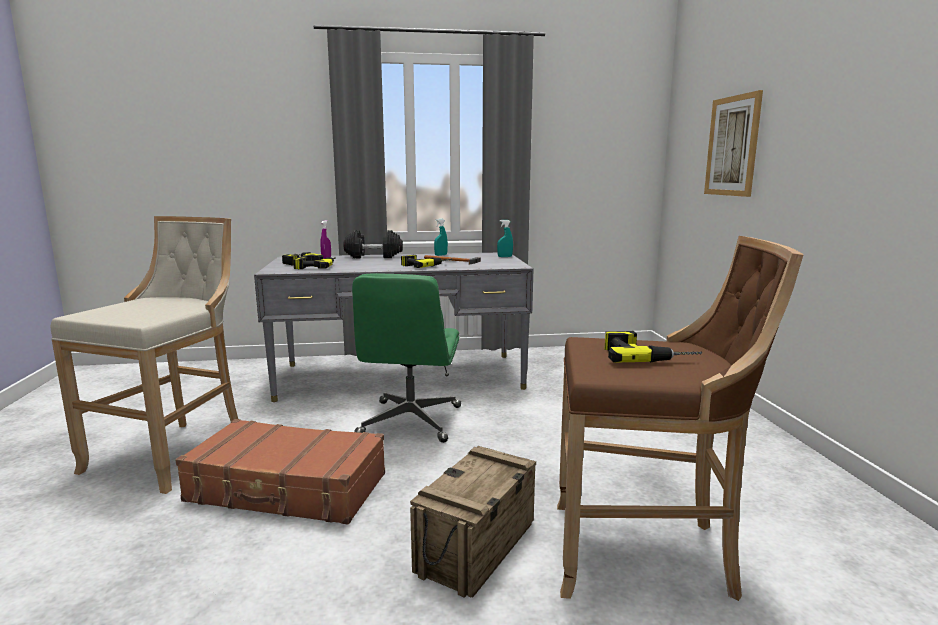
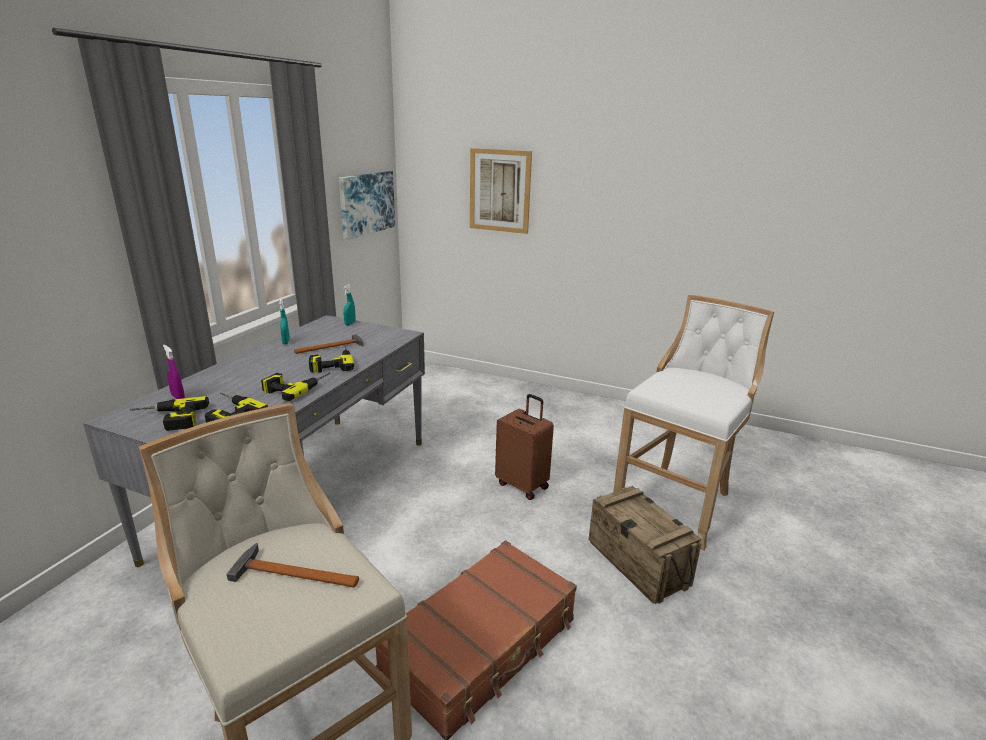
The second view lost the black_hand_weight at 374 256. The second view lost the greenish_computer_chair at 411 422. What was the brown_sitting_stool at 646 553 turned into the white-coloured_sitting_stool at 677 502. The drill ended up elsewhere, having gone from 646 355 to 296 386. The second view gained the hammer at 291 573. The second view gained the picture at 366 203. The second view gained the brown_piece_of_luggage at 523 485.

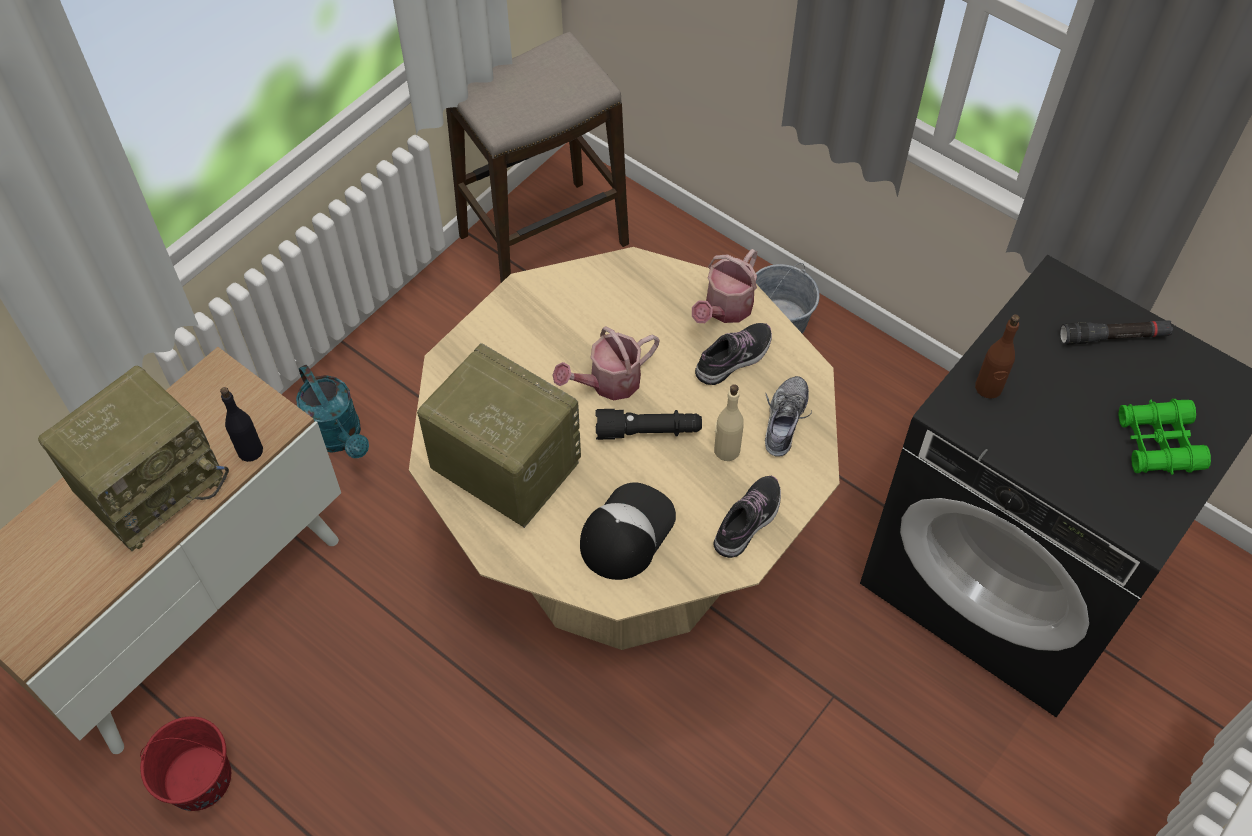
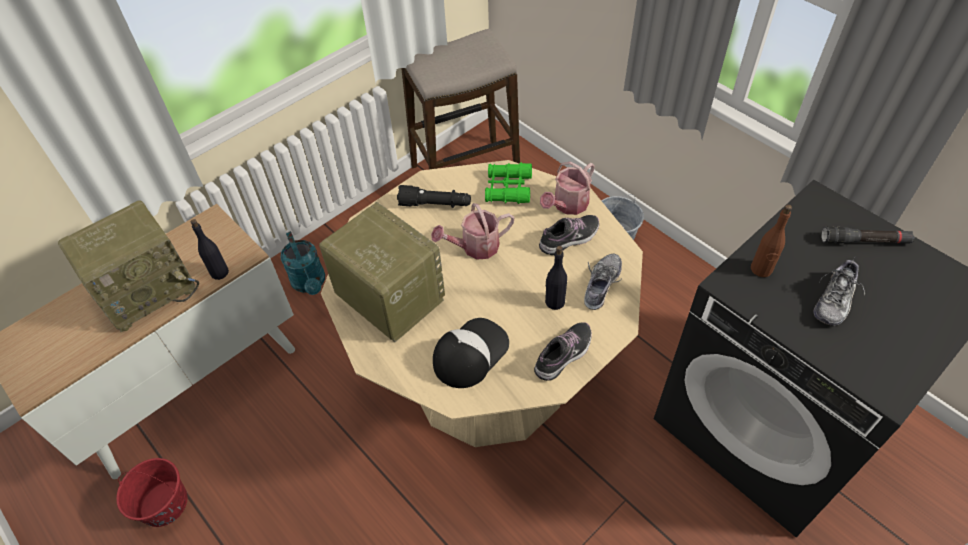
The black_hand_torch ended up elsewhere, having gone from 648 431 to 435 204. What was the beige-coloured_bottle at 726 450 turned into the black_bottle at 554 302. The greenish_binoculars ended up elsewhere, having gone from 1158 443 to 508 188. The second view gained the low_shoe at 834 300.

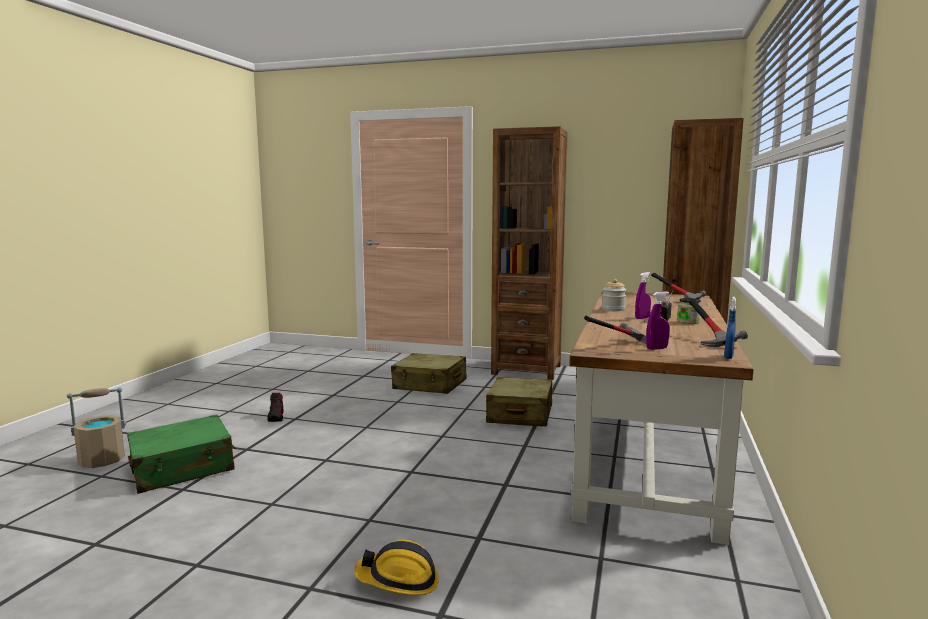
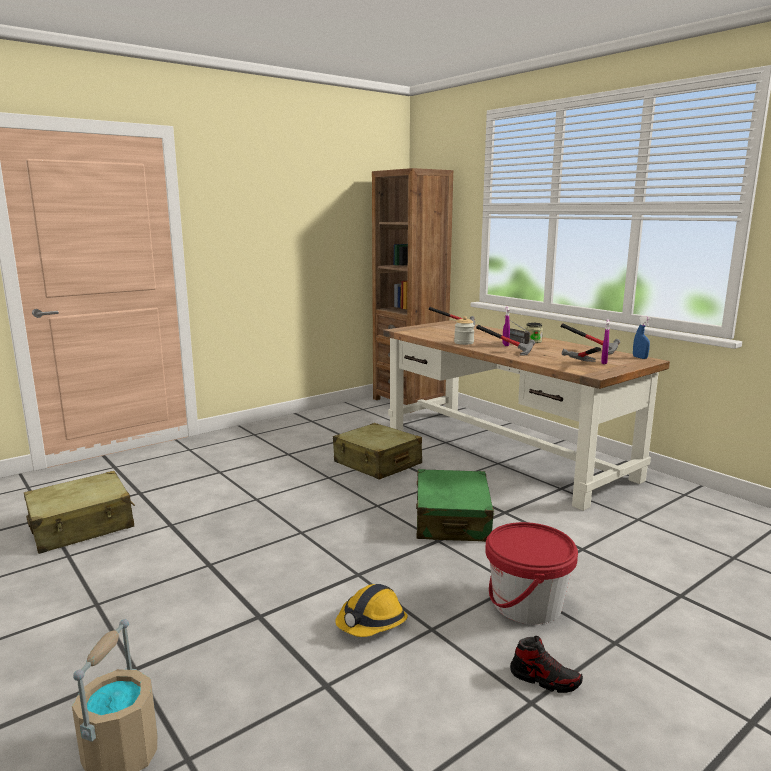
The greenish_piece_of_luggage ended up elsewhere, having gone from 183 468 to 452 520. The low_shoe ended up elsewhere, having gone from 276 417 to 545 679. The work_helmet ended up elsewhere, having gone from 398 580 to 372 623. The beige-coloured_piece_of_luggage ended up elsewhere, having gone from 430 385 to 82 526. The second view lost the brown_bookcase at 526 370. The second view gained the hammer at 507 351. The second view gained the red-coloured_pail at 526 604.

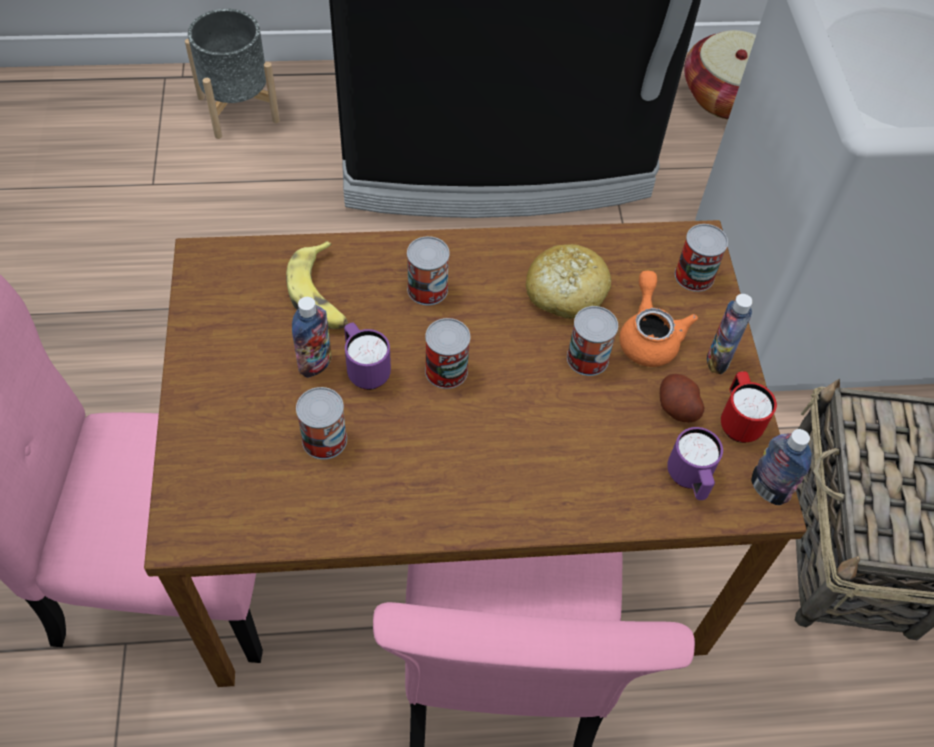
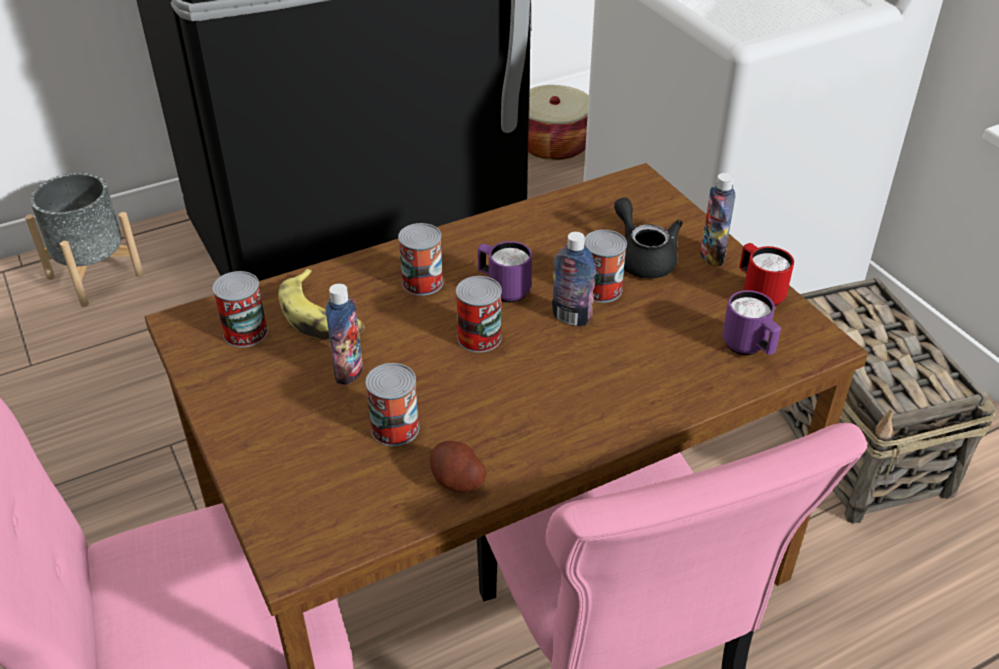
The purple_coffee_mug ended up elsewhere, having gone from 365 370 to 503 290. The second view lost the bakery_bread at 565 292. What was the orange-coloured_tea_pot at 648 336 turned into the black_tea_pot at 643 258. The spud ended up elsewhere, having gone from 677 407 to 457 480. The can ended up elsewhere, having gone from 694 275 to 245 332. The bottle ended up elsewhere, having gone from 768 489 to 571 317.

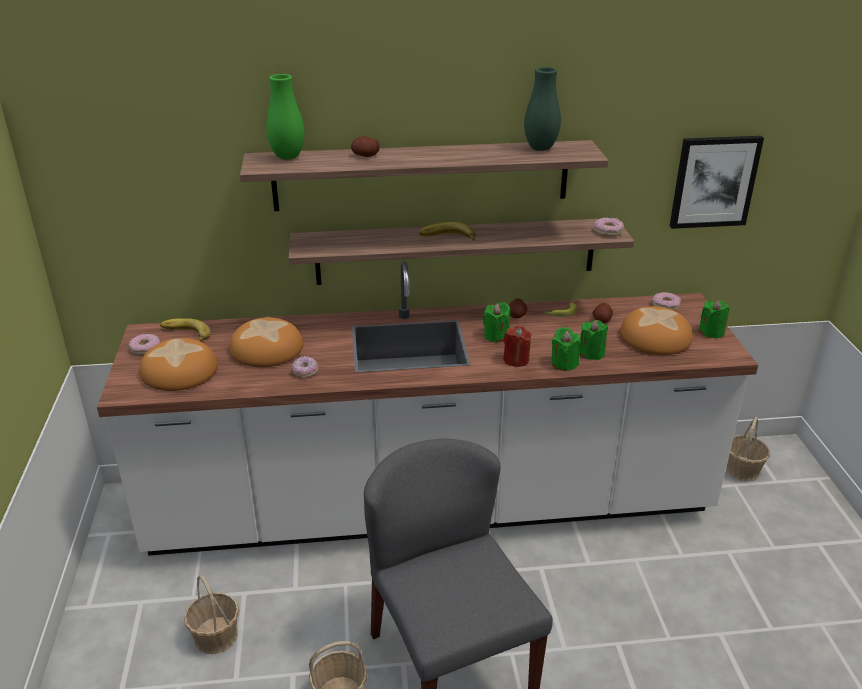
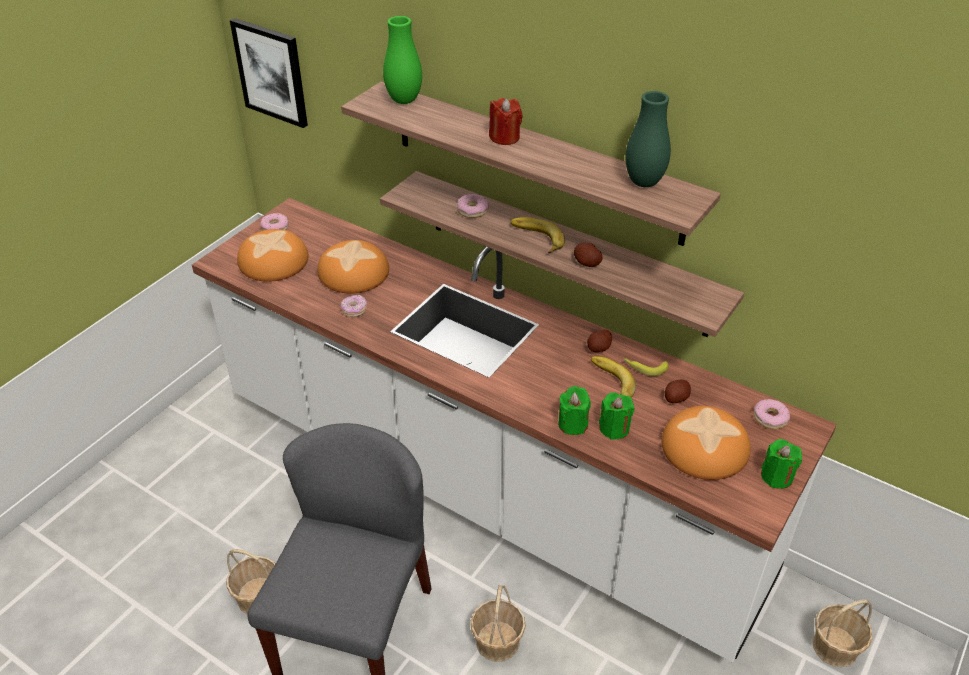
The banana_fruit ended up elsewhere, having gone from 184 335 to 608 382. The basket ended up elsewhere, having gone from 216 636 to 497 642. The spud ended up elsewhere, having gone from 365 156 to 587 263. The second view lost the greenish_candle at 496 336. The red-coloured_candle ended up elsewhere, having gone from 516 360 to 504 137. The doughnut ended up elsewhere, having gone from 608 231 to 472 210. The picture ended up elsewhere, having gone from 714 181 to 271 72.

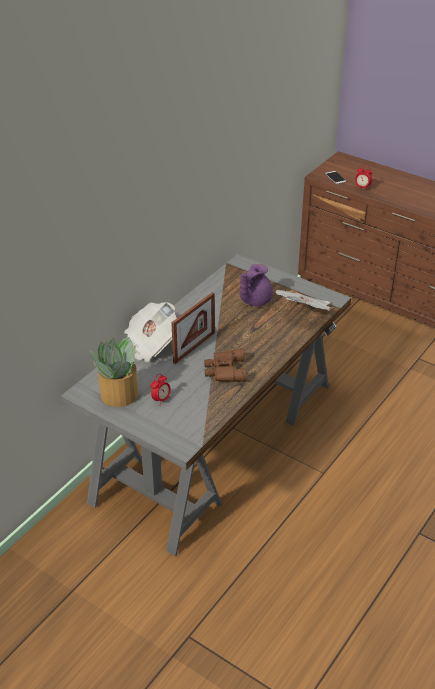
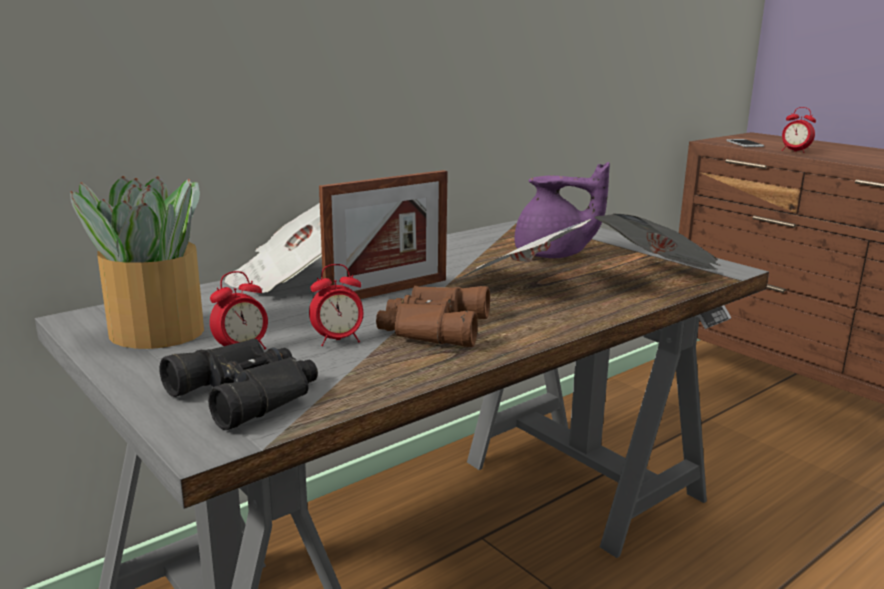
The purple_tea_pot at 254 300 ended up facing another way, 135 degrees counterclockwise from before. The second view gained the black_binoculars at 250 392. The second view gained the alarm_clock at 338 341. The second view gained the newspaper at 519 286.

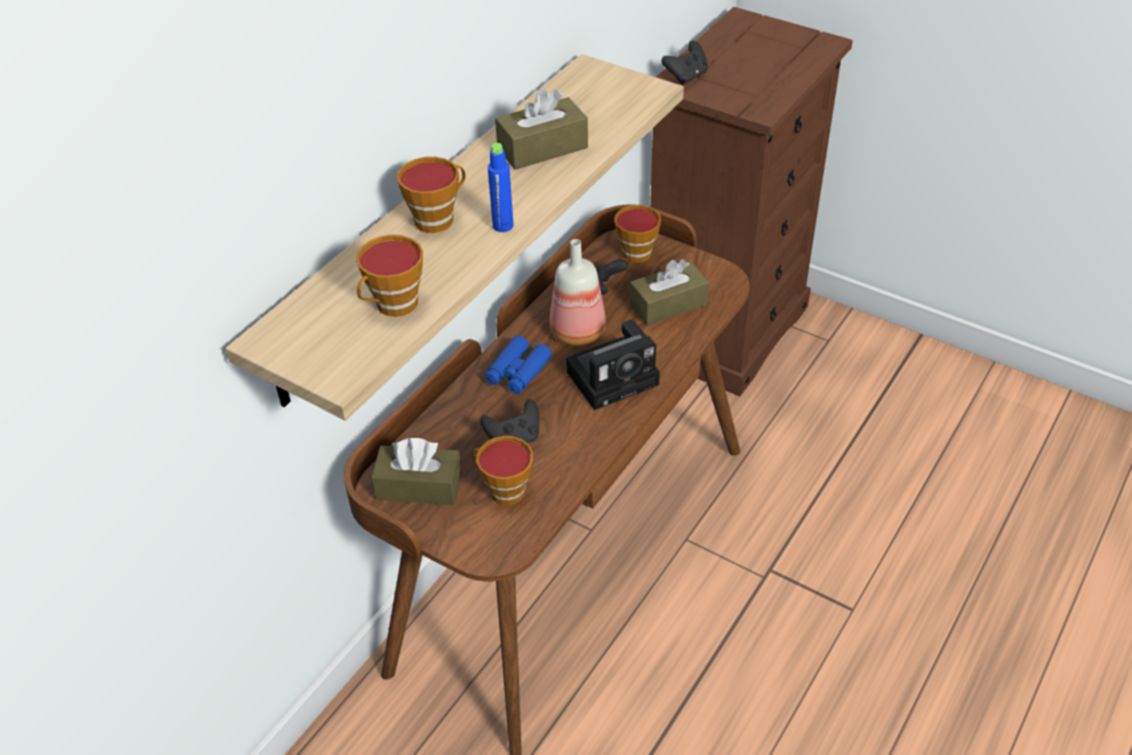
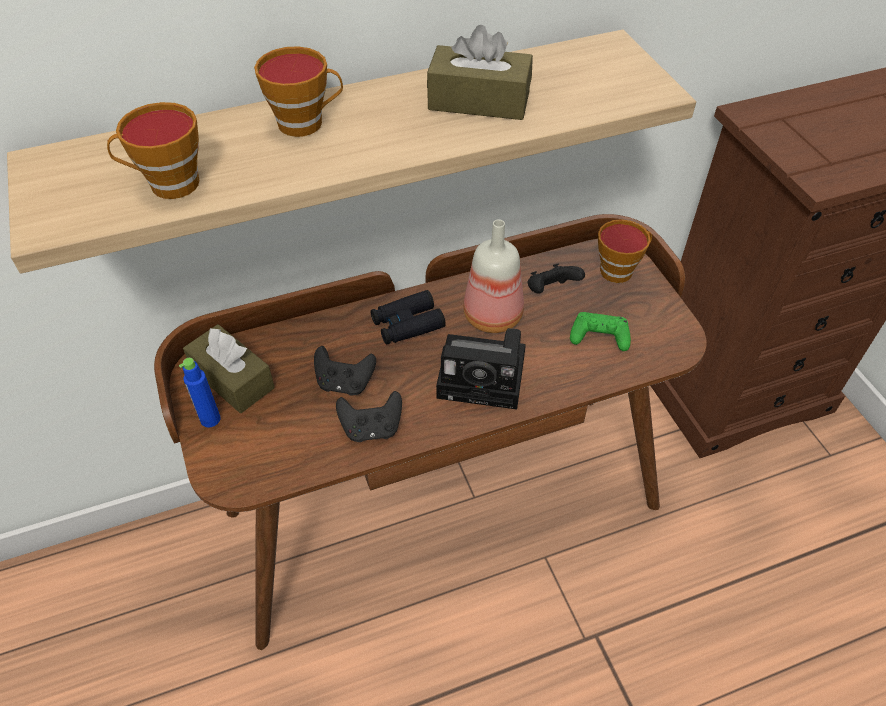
The second view lost the drinking_cup at 503 490. What was the bluish_binoculars at 518 371 turned into the black_binoculars at 407 324. The bluish_bottle ended up elsewhere, having gone from 503 226 to 210 419. Where the brown_tissue_box stood at 668 305, the greenish_game_controller came to stand at 599 336. The black_game_controller ended up elsewhere, having gone from 686 76 to 371 428.

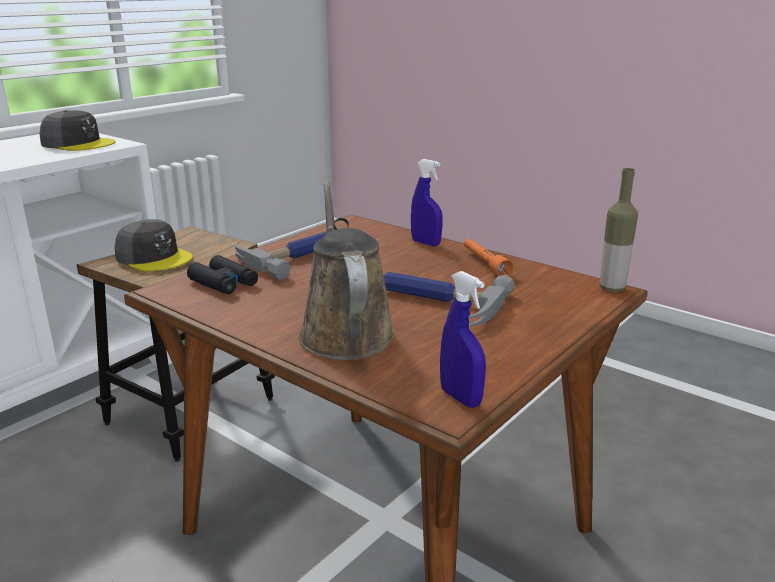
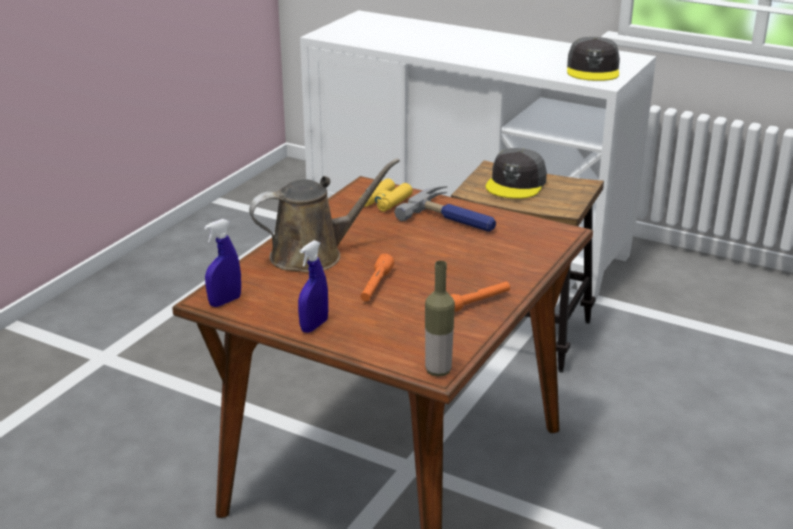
What was the black_binoculars at 224 283 turned into the yellow-coloured_binoculars at 385 202. Where the hammer stood at 439 302, the orange-coloured_hand_torch came to stand at 376 286. The bluish_sprayer ended up elsewhere, having gone from 425 243 to 314 326.

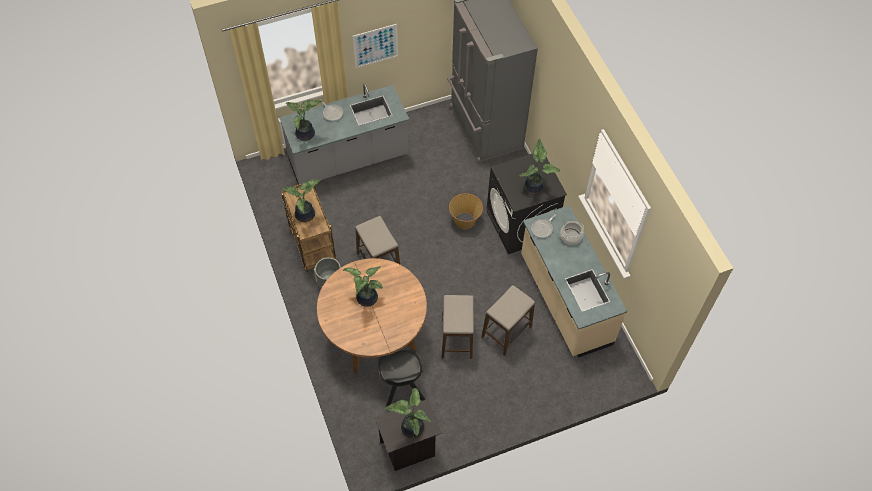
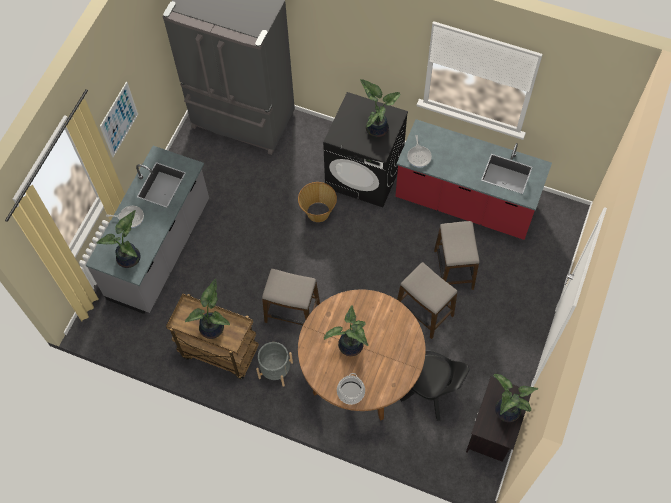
What was the beige-coloured_counter at 564 300 turned into the red-coloured_counter at 465 203. The cooking_pot ended up elsewhere, having gone from 571 236 to 350 392.

